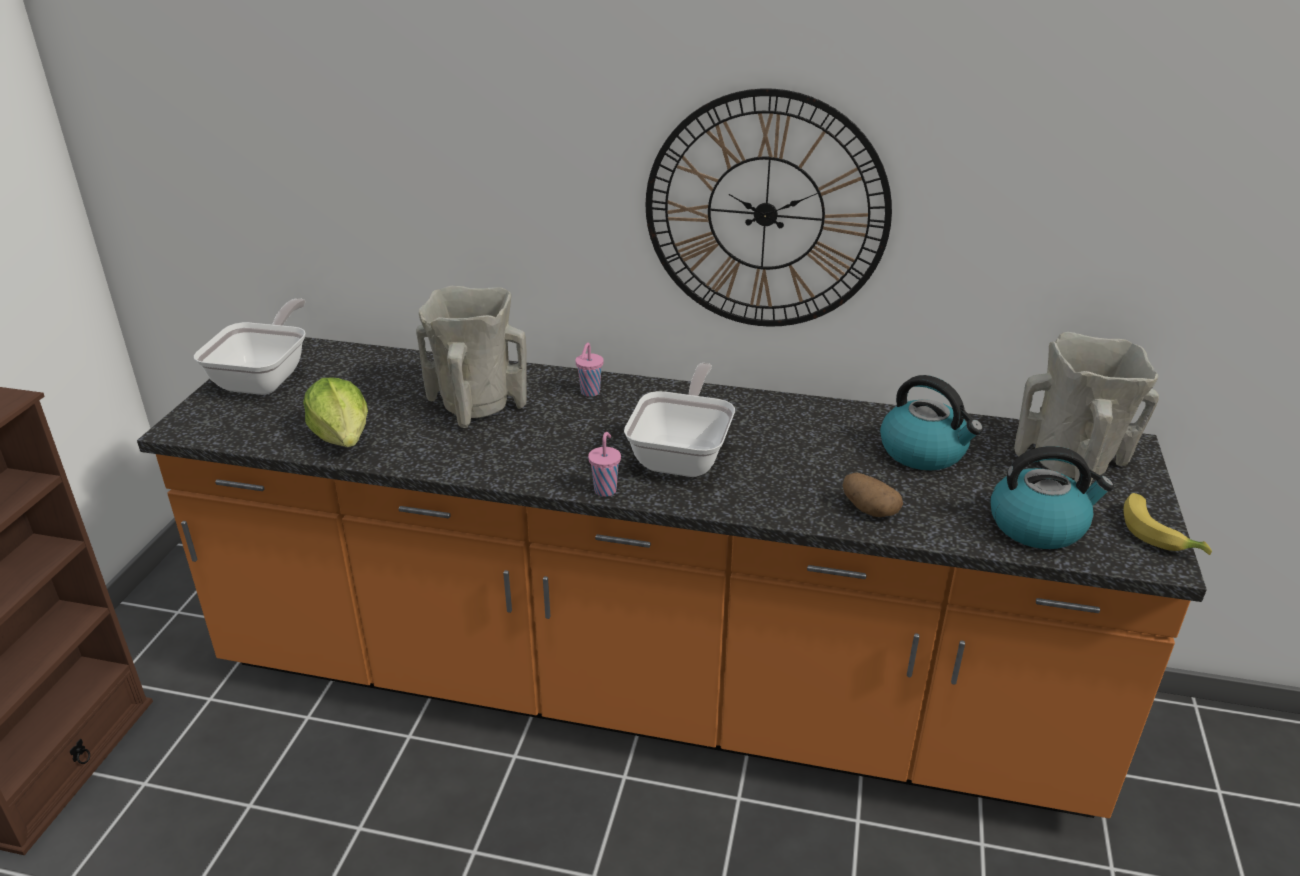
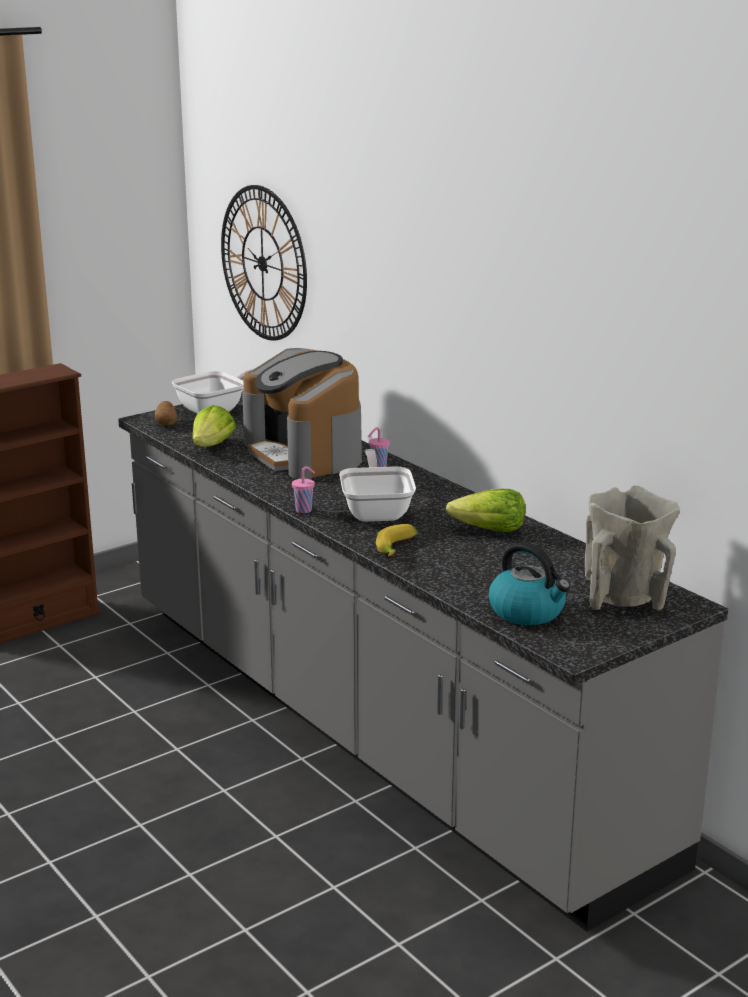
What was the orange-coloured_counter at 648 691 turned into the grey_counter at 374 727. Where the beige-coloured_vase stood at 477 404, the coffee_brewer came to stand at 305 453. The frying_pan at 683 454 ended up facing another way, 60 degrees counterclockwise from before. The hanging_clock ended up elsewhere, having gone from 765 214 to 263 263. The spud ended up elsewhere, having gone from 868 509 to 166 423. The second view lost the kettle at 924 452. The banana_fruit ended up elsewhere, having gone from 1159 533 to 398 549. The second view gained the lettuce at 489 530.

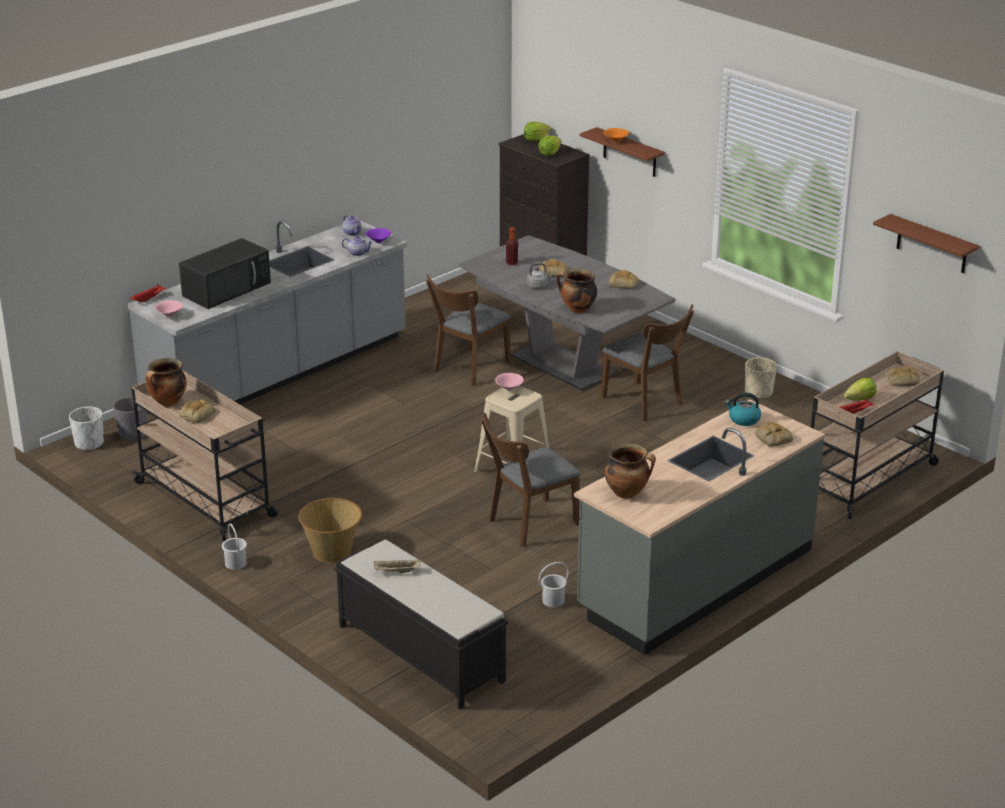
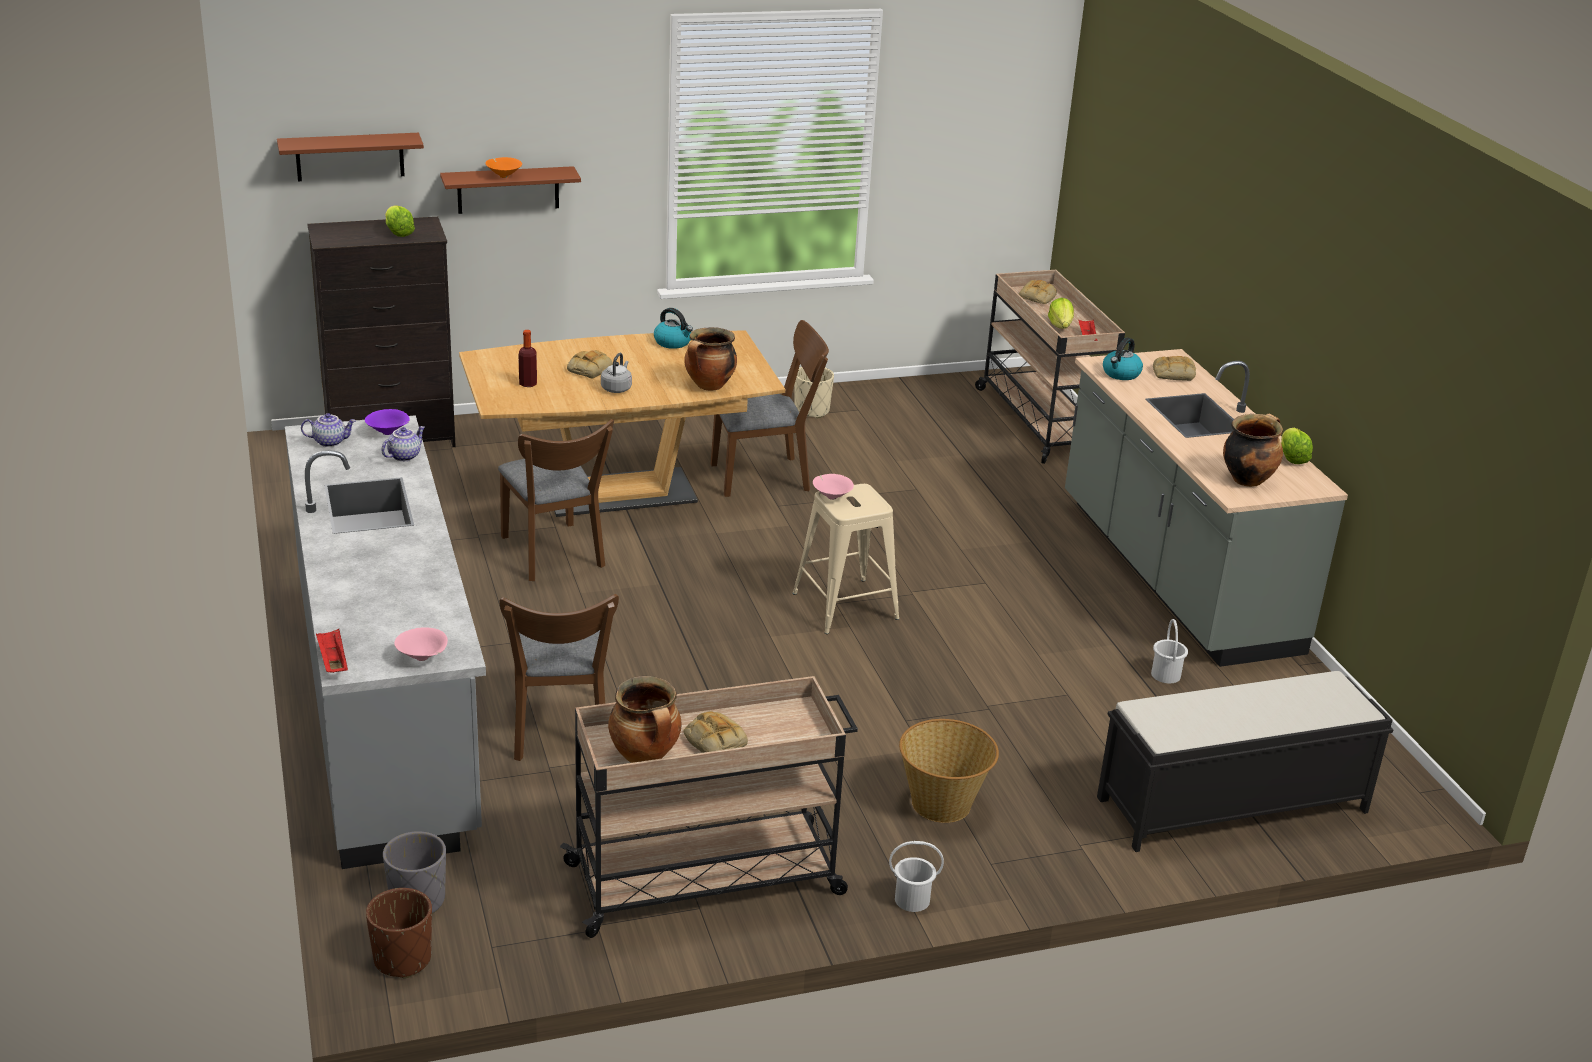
What was the white-coloured_planter at 89 443 turned into the brown_planter at 402 959. The second view lost the black_microwave at 227 288. The second view lost the beige-coloured_tray at 397 572. What was the grey_dinner_table at 563 365 turned into the brown_dinner_table at 620 493. The brown_upright_chair ended up elsewhere, having gone from 528 524 to 560 732. The lettuce ended up elsewhere, having gone from 536 139 to 1291 458. Where the bakery_bread stood at 624 283, the kettle came to stand at 673 342. The brown_wall_shelf ended up elsewhere, having gone from 932 244 to 350 156.

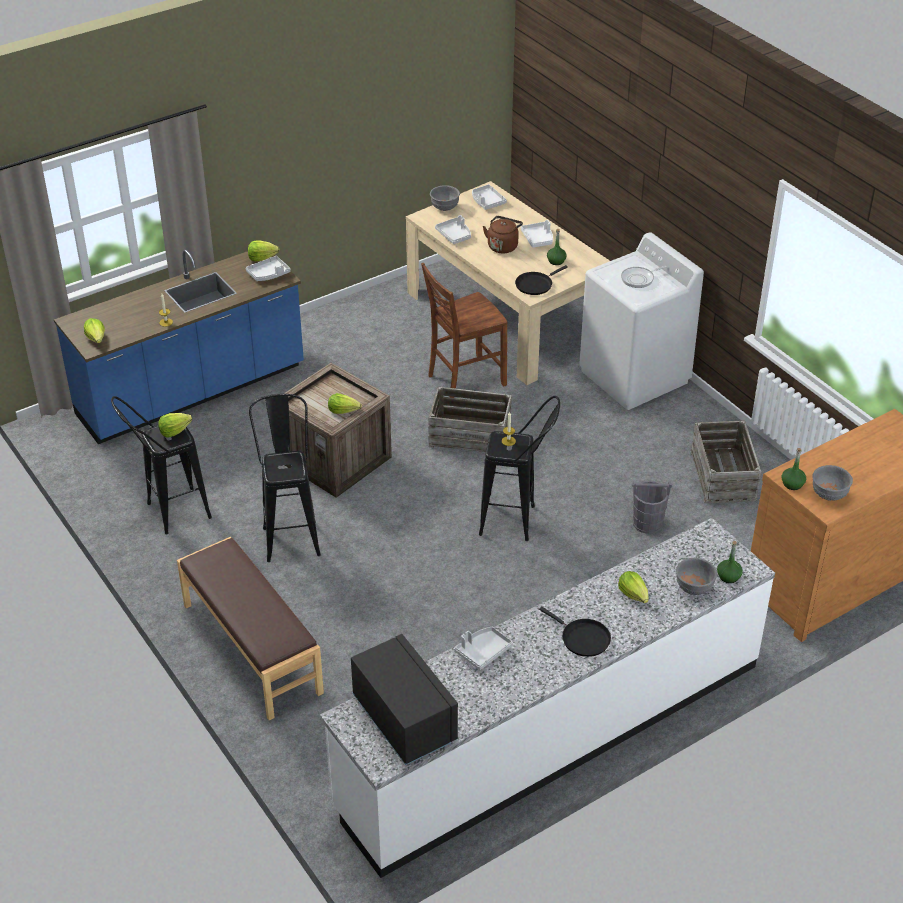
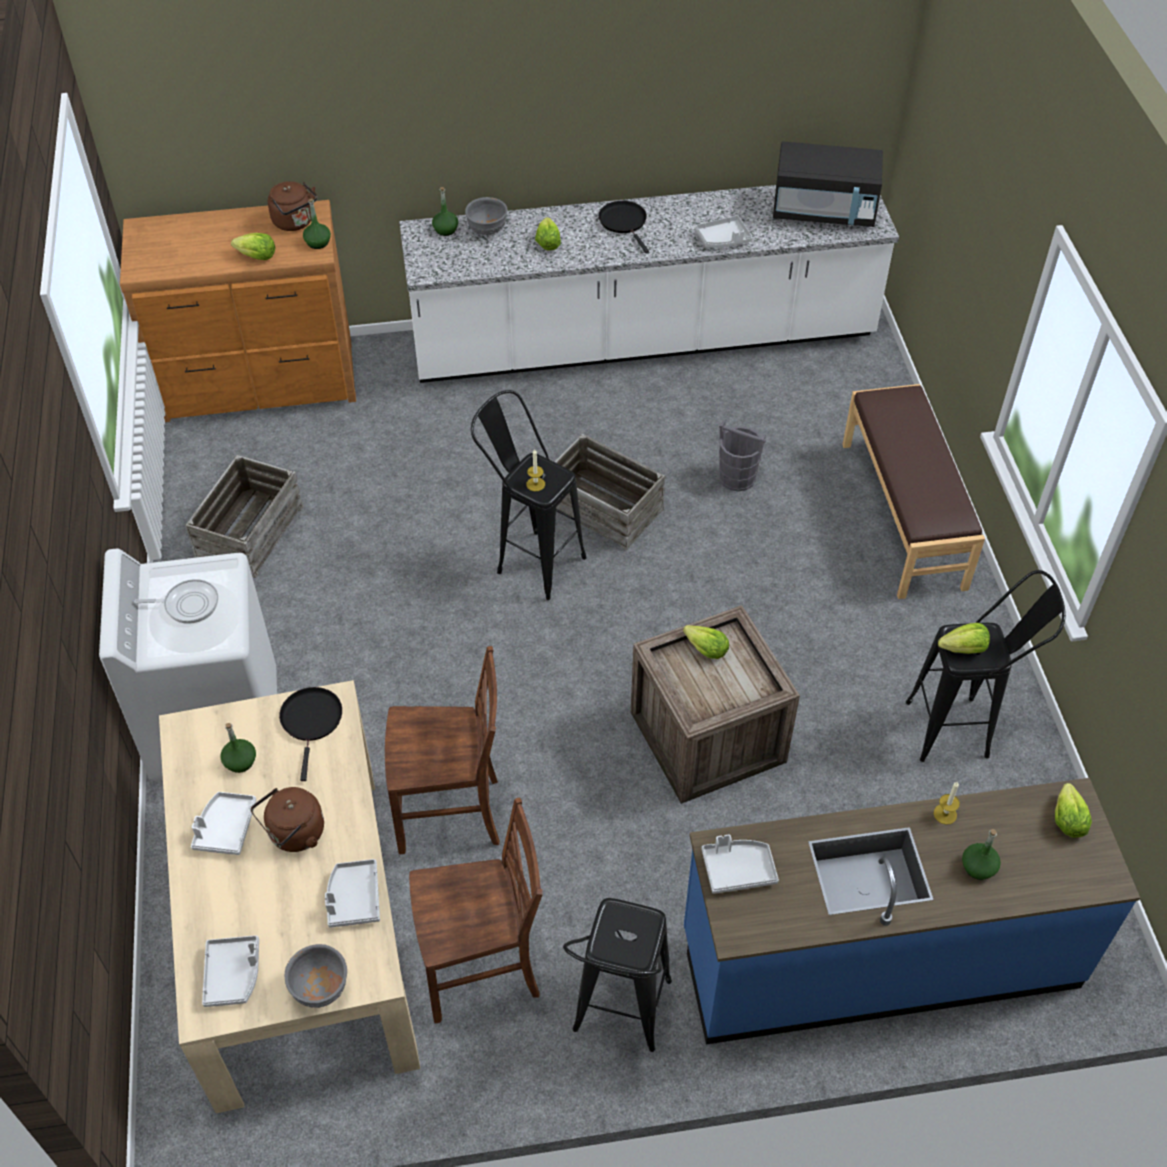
The lettuce ended up elsewhere, having gone from 262 258 to 257 256. The black_sitting_stool ended up elsewhere, having gone from 290 534 to 618 1021. The black_microwave at 404 719 ended up facing another way, 75 degrees counterclockwise from before. The crate ended up elsewhere, having gone from 470 434 to 603 508. The black_frying_pan at 535 284 ended up facing another way, 75 degrees counterclockwise from before. The grey_pail ended up elsewhere, having gone from 648 523 to 736 477. Where the grey_deep_dish stood at 828 494, the brown_kettle came to stand at 295 222. The second view gained the brown_upright_chair at 482 970. The second view gained the greenish_bottle at 978 867.

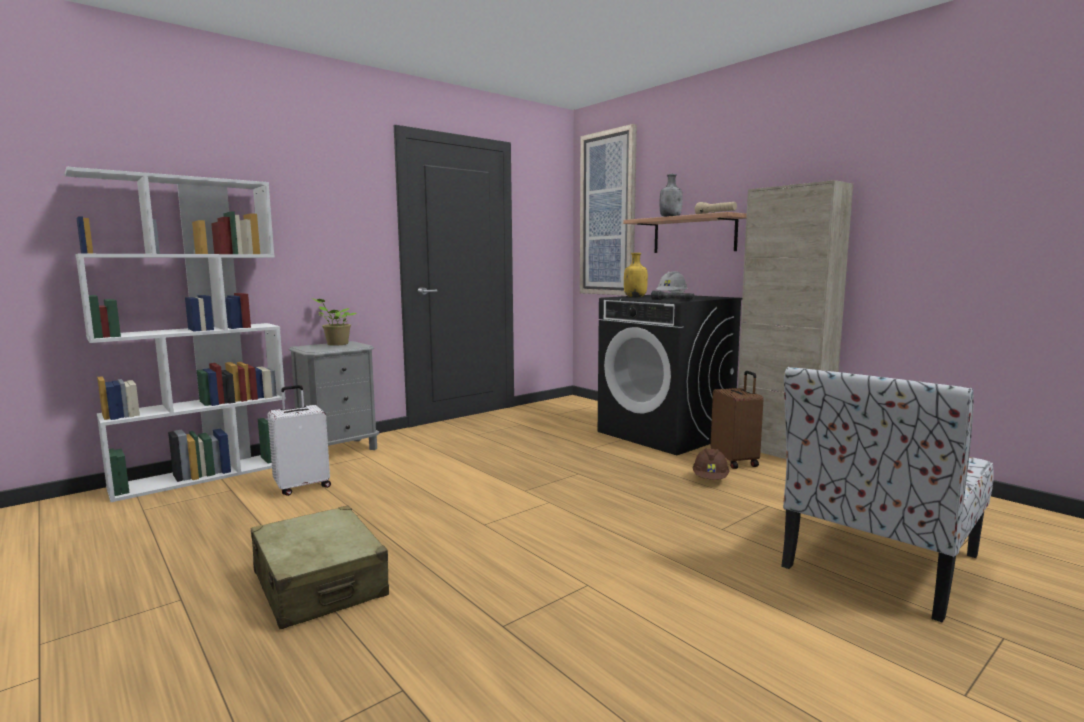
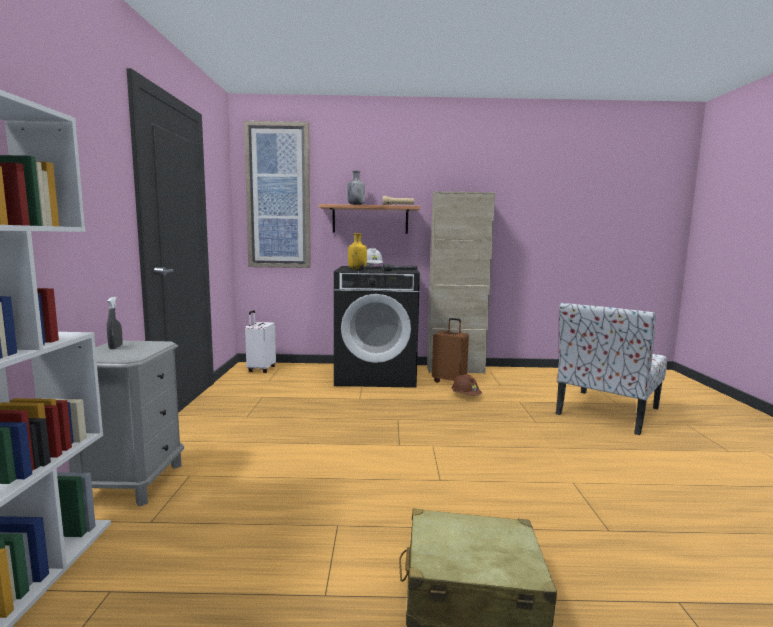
The white-coloured_piece_of_luggage ended up elsewhere, having gone from 302 487 to 261 369. Where the plant_in_a_pot stood at 336 344, the grey_sprayer came to stand at 115 347. The upright_chair at 878 563 ended up facing another way, 45 degrees clockwise from before.

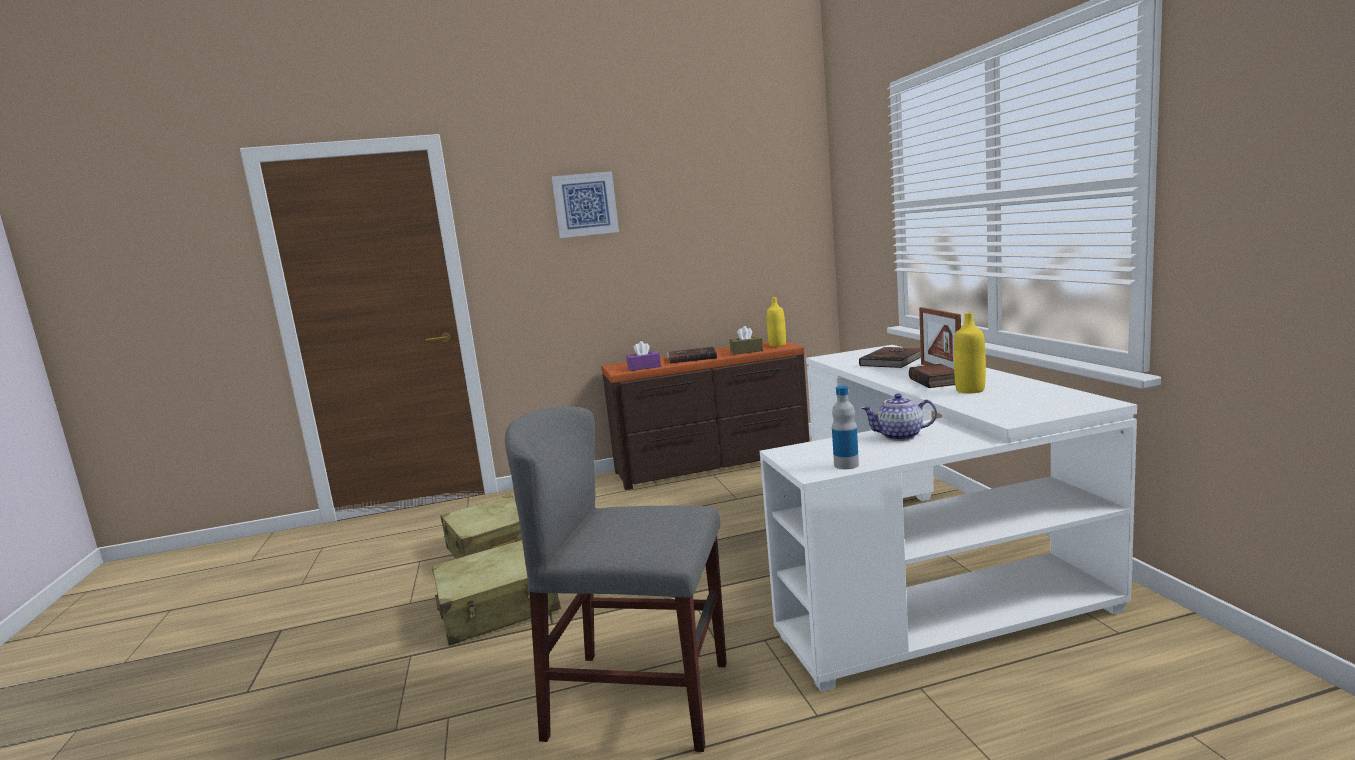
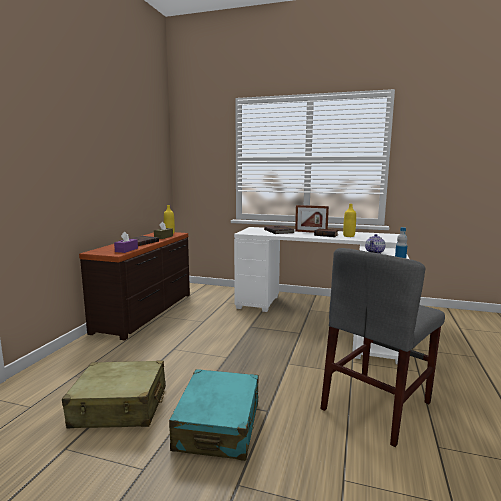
What was the beige-coloured_piece_of_luggage at 499 608 turned into the blue-green_piece_of_luggage at 218 425. The second view lost the picture at 585 204.

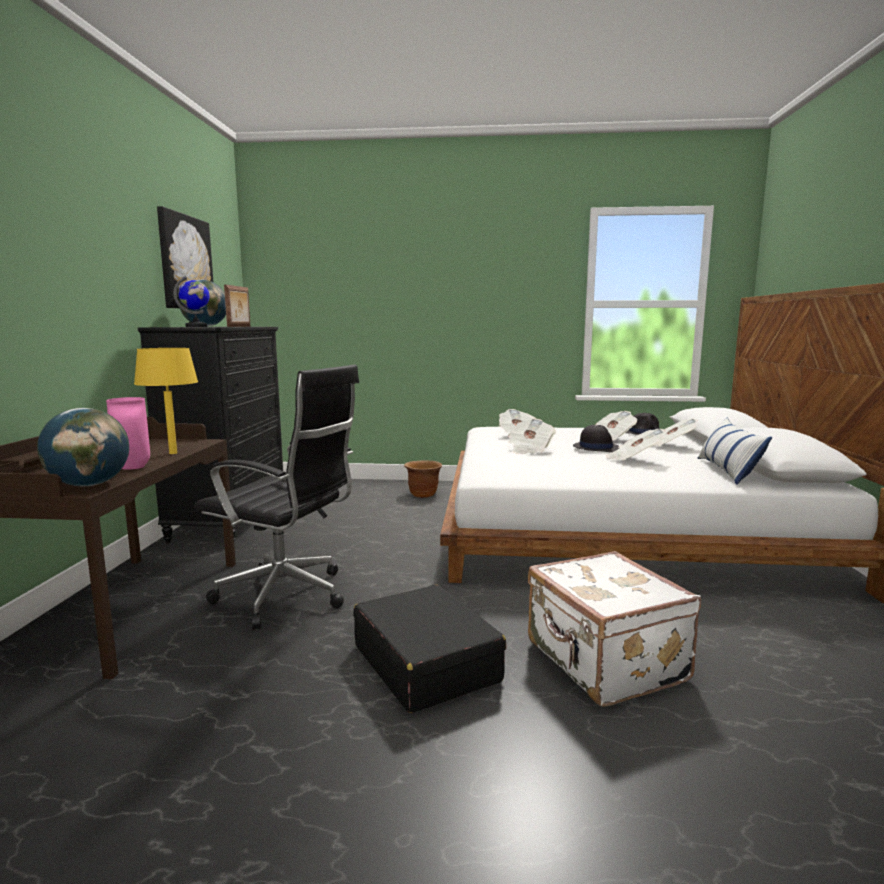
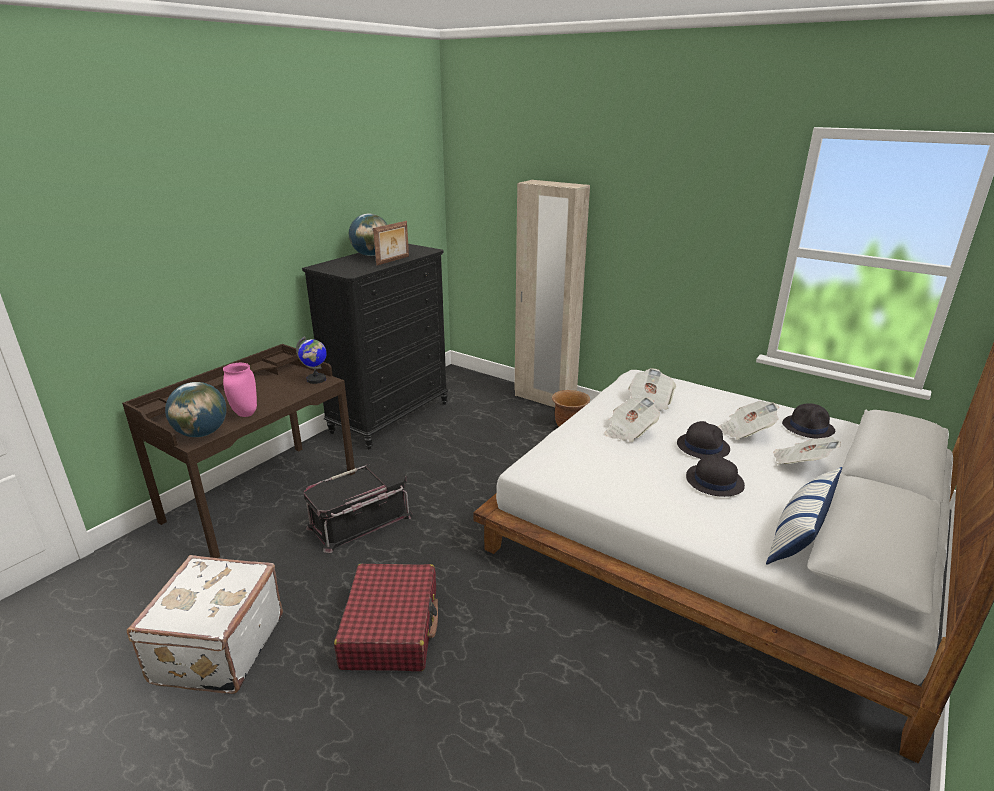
The second view lost the yellow-coloured_table_lamp at 173 453. The second view lost the picture at 185 262. The desk_globe ended up elsewhere, having gone from 196 326 to 316 379. Where the black_computer_chair stood at 288 597, the black_storage_box came to stand at 360 522. What was the black_piece_of_luggage at 426 663 turned into the red-coloured_piece_of_luggage at 391 628. The white-coloured_piece_of_luggage ended up elsewhere, having gone from 604 662 to 216 648. Where the newspaper stood at 634 459, the black_wearable_hat came to stand at 714 481. The second view gained the beige-coloured_clothes_cupboard at 544 399.

